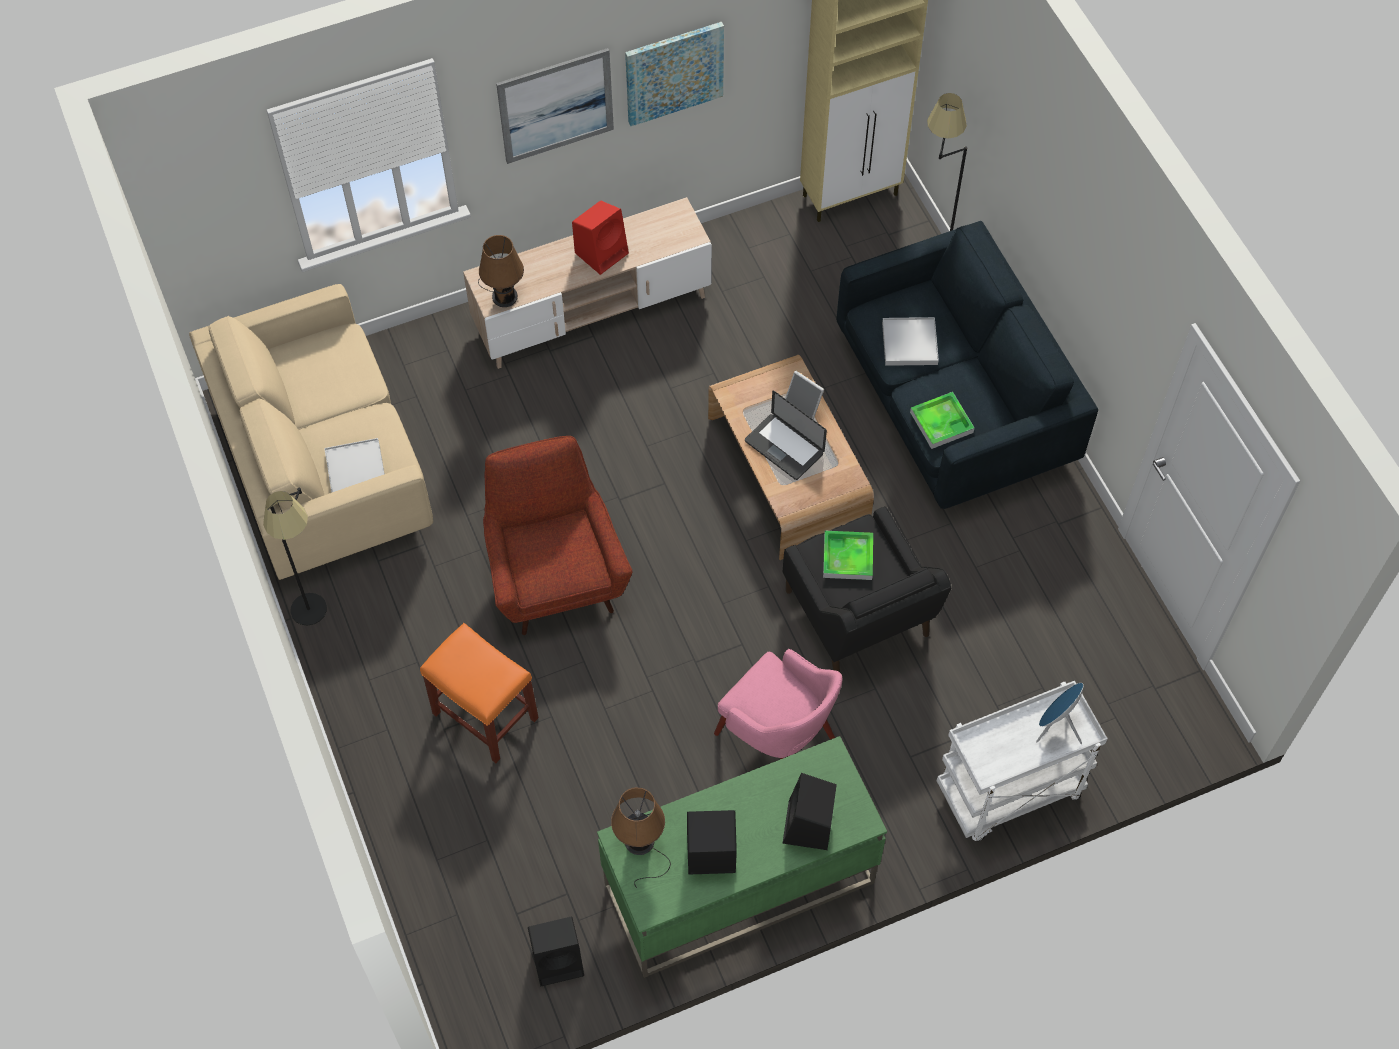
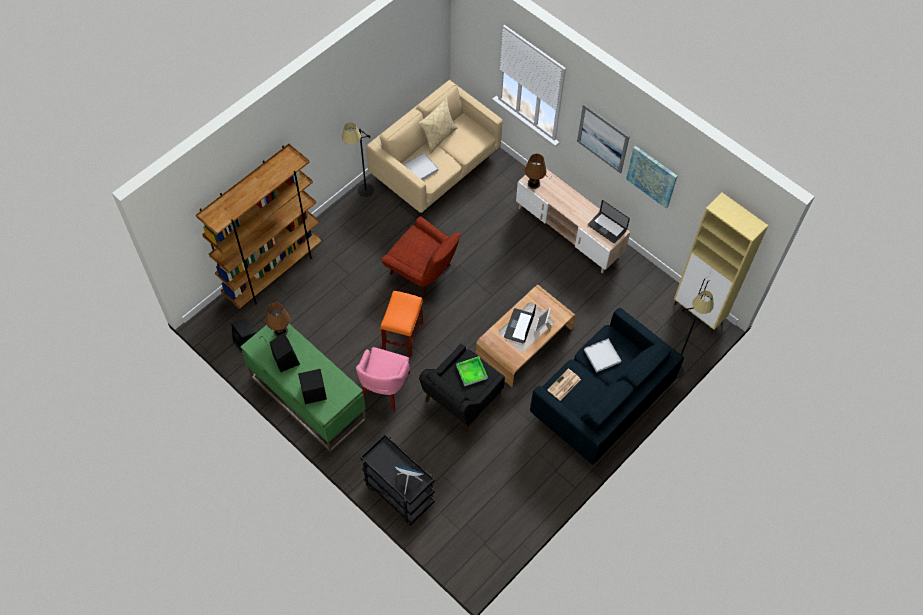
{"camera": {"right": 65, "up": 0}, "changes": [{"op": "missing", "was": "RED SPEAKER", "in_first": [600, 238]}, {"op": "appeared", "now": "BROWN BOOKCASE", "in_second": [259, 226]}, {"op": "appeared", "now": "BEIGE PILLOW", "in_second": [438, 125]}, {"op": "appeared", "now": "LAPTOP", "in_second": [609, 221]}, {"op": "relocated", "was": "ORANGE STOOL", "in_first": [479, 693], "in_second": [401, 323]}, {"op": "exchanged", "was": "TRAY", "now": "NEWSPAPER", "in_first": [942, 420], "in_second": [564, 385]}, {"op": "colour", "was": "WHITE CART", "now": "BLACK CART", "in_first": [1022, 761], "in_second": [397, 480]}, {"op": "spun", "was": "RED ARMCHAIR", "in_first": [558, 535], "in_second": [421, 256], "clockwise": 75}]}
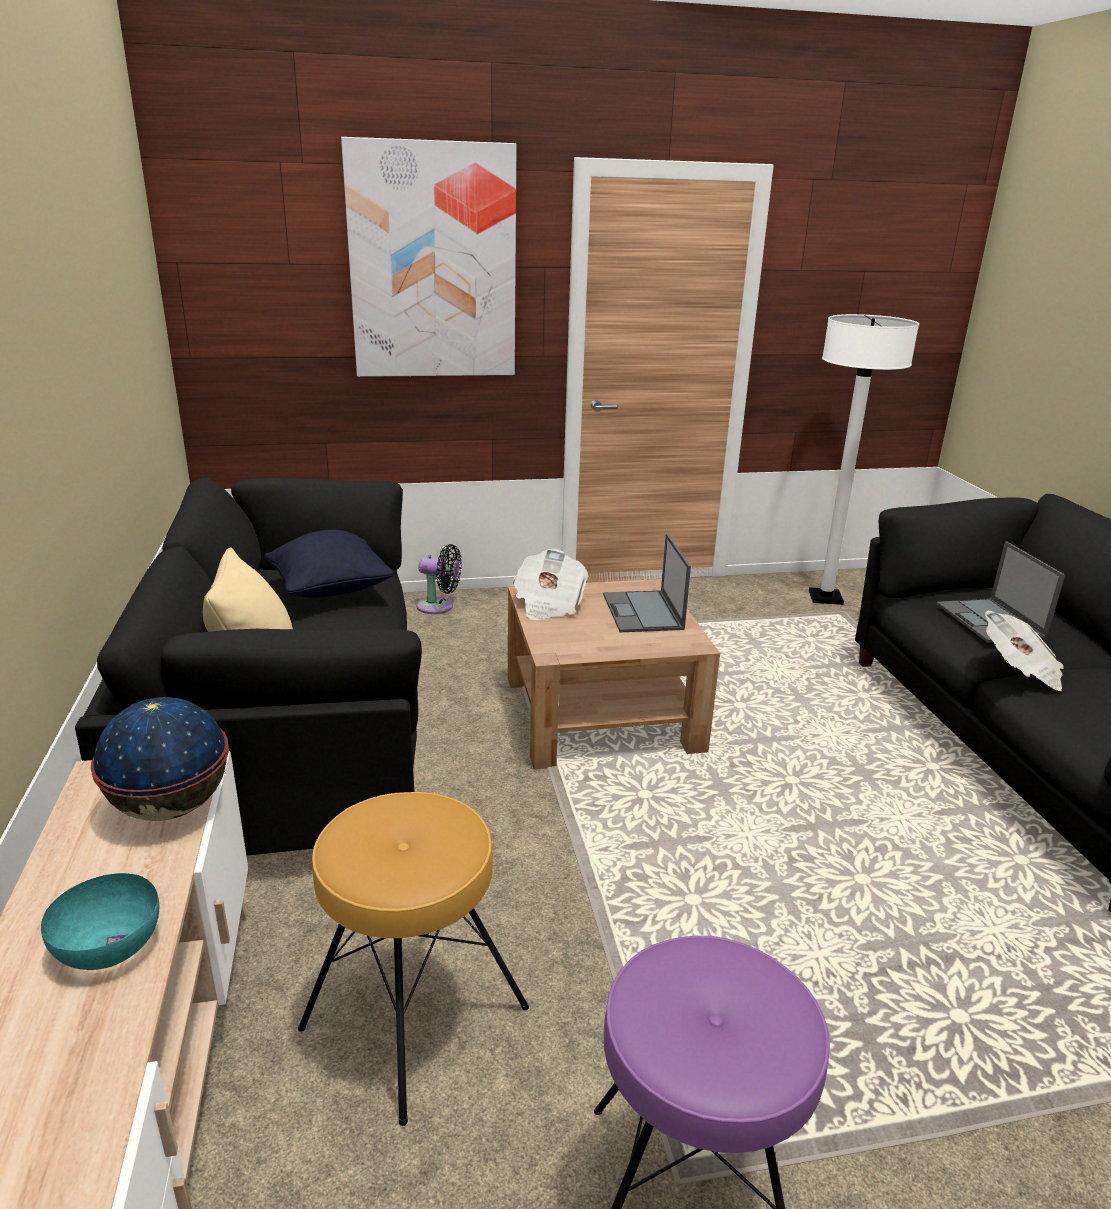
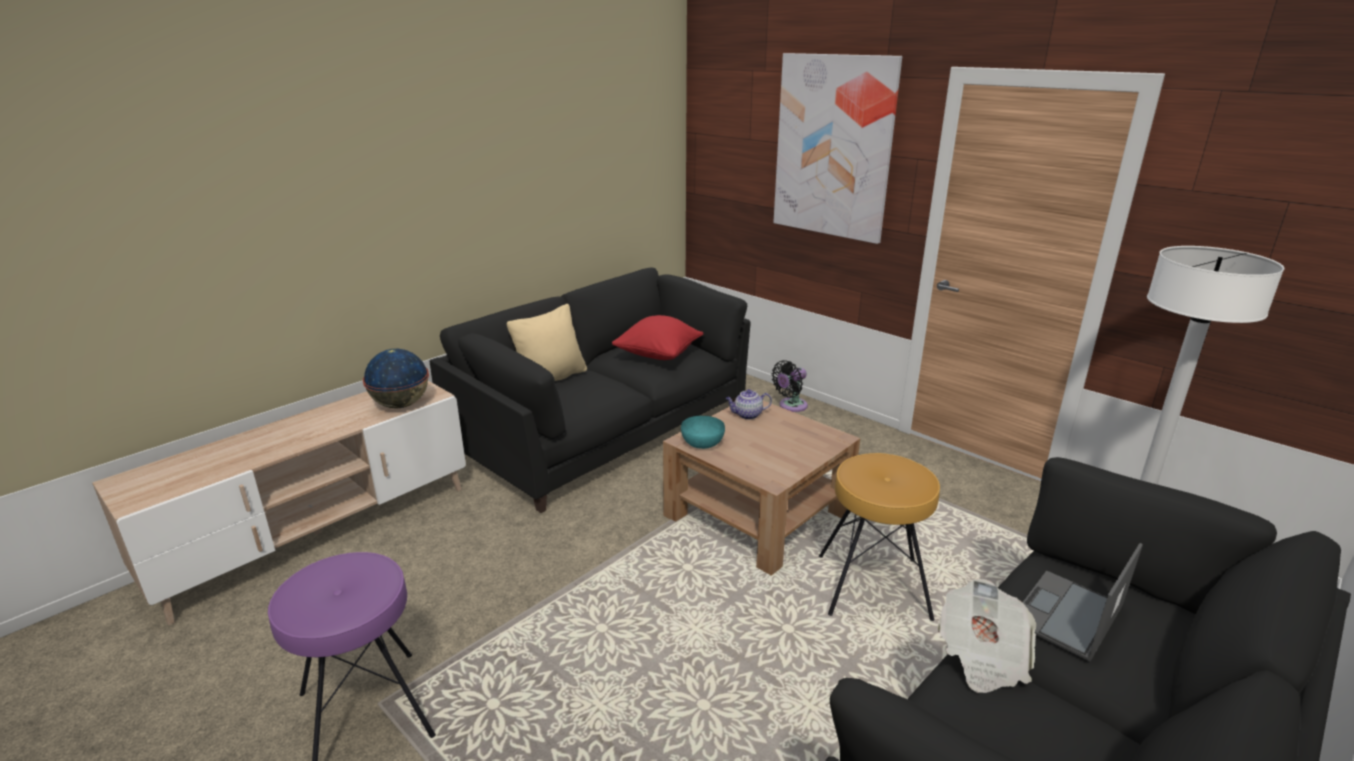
{"camera": {"right": 55, "up": 0}, "changes": [{"op": "missing", "was": "LAPTOP", "in_first": [647, 582]}, {"op": "relocated", "was": "TURQUOISE BOWL", "in_first": [100, 921], "in_second": [703, 432]}, {"op": "relocated", "was": "BROWN STOOL", "in_first": [413, 959], "in_second": [879, 537]}, {"op": "exchanged", "was": "NEWSPAPER", "now": "TEAPOT", "in_first": [550, 584], "in_second": [748, 404]}, {"op": "colour", "was": "BLACK PILLOW", "now": "RED PILLOW", "in_first": [329, 564], "in_second": [657, 337]}, {"op": "spun", "was": "BLACK FAN", "in_first": [439, 579], "in_second": [789, 386], "clockwise": 75}]}
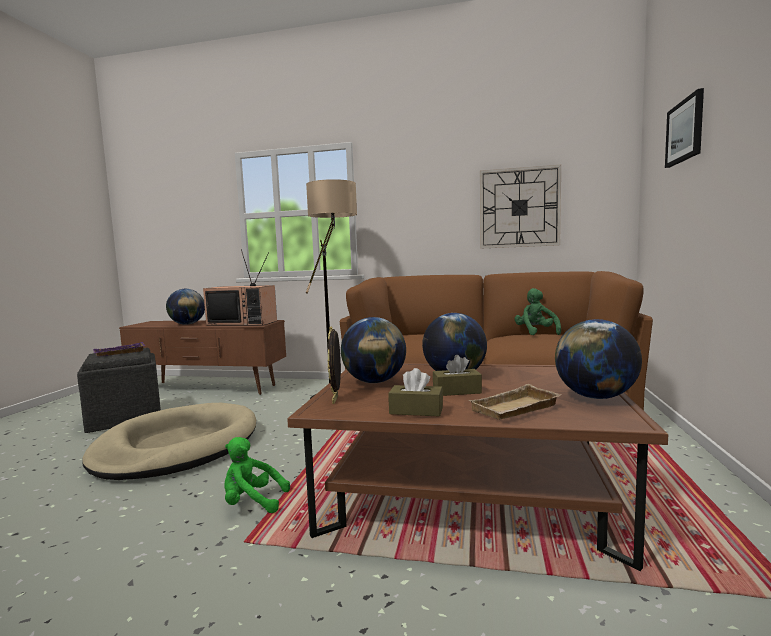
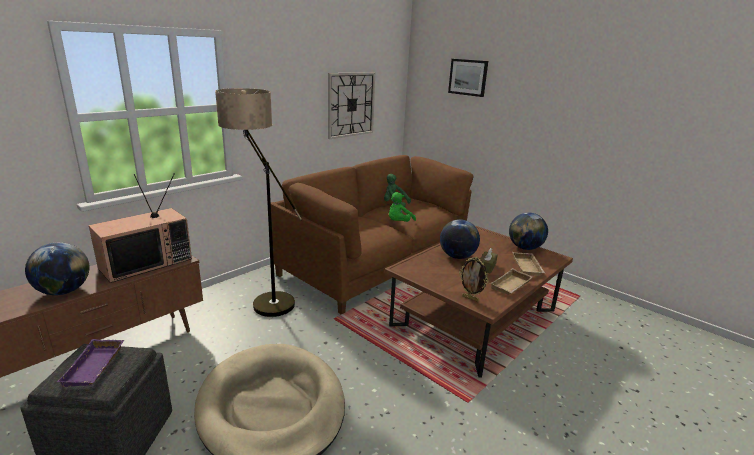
{"camera": {"right": -60, "up": 15}, "changes": [{"op": "missing", "was": "GLOBE", "in_first": [373, 350]}, {"op": "relocated", "was": "GREEN PLUSH TOY", "in_first": [257, 475], "in_second": [402, 207]}, {"op": "exchanged", "was": "BROWN TISSUE BOX", "now": "BEIGE TRAY", "in_first": [415, 392], "in_second": [511, 281]}]}
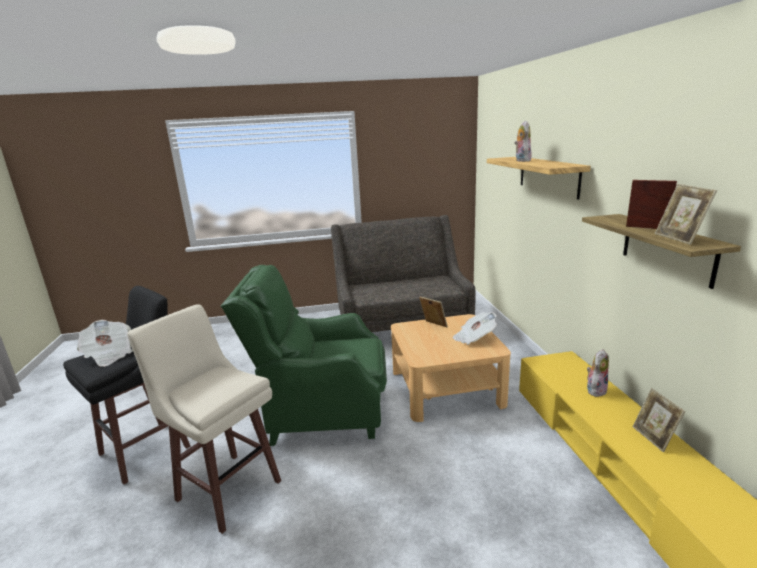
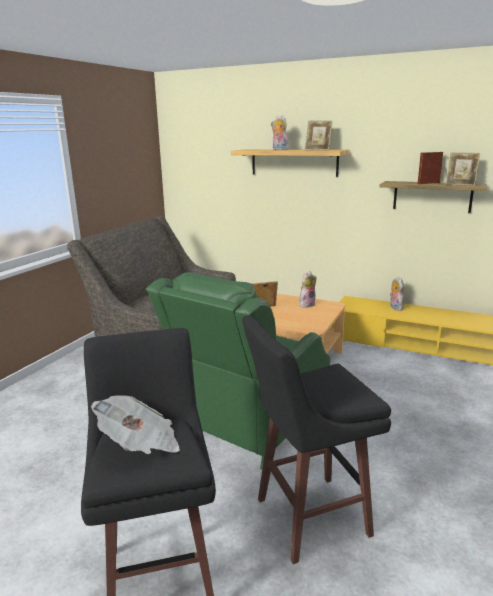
{"camera": {"right": -55, "up": 0}, "changes": [{"op": "relocated", "was": "PICTURE FRAME", "in_first": [658, 420], "in_second": [319, 135]}, {"op": "exchanged", "was": "NEWSPAPER", "now": "PLUSH TOY", "in_first": [475, 328], "in_second": [308, 289]}, {"op": "colour", "was": "BEIGE STOOL", "now": "BLACK STOOL", "in_first": [204, 419], "in_second": [316, 439]}]}
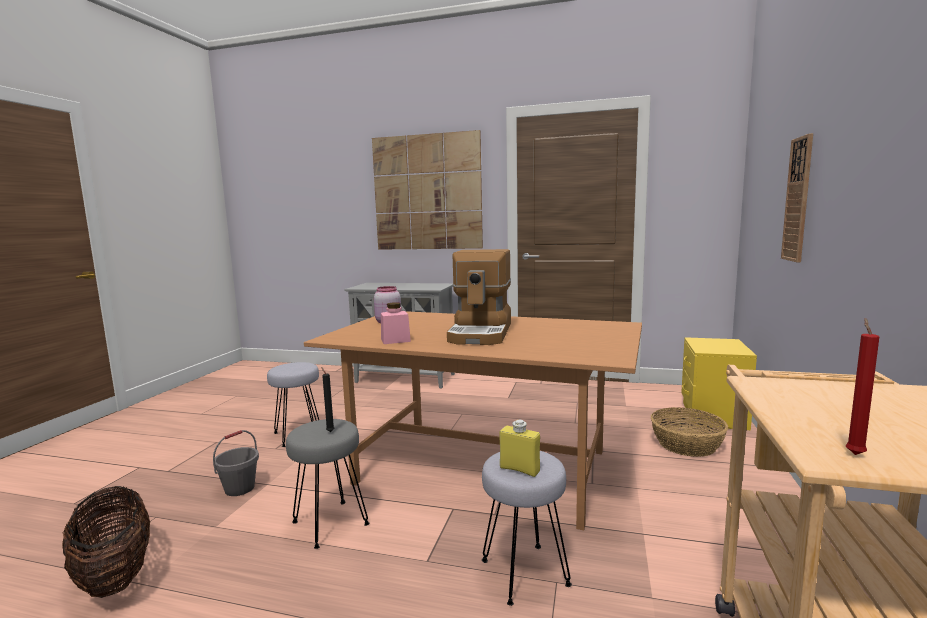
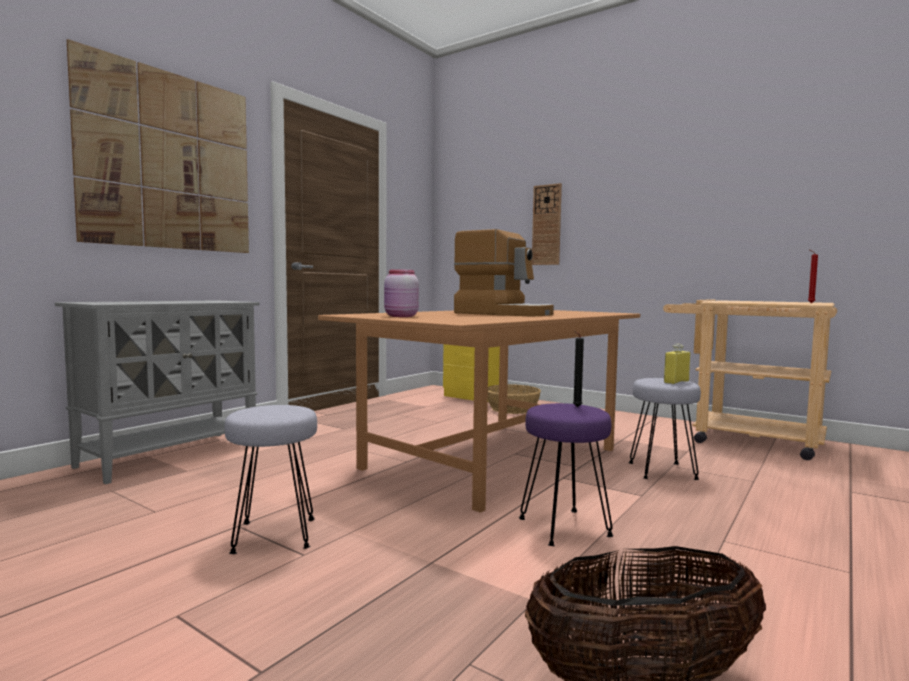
{"camera": {"right": -70, "up": -5}, "changes": [{"op": "missing", "was": "GREY BUCKET", "in_first": [236, 463]}, {"op": "missing", "was": "PINK JAR", "in_first": [396, 323]}, {"op": "colour", "was": "GREY STOOL", "now": "PURPLE STOOL", "in_first": [328, 484], "in_second": [566, 474]}]}
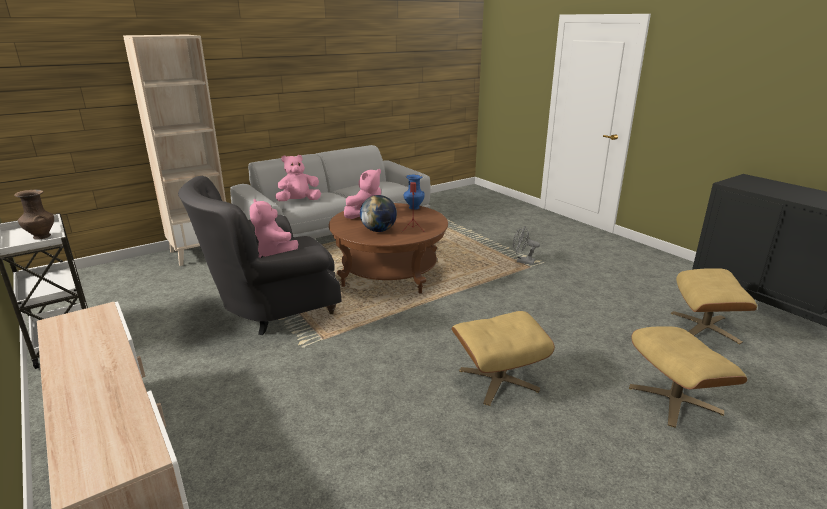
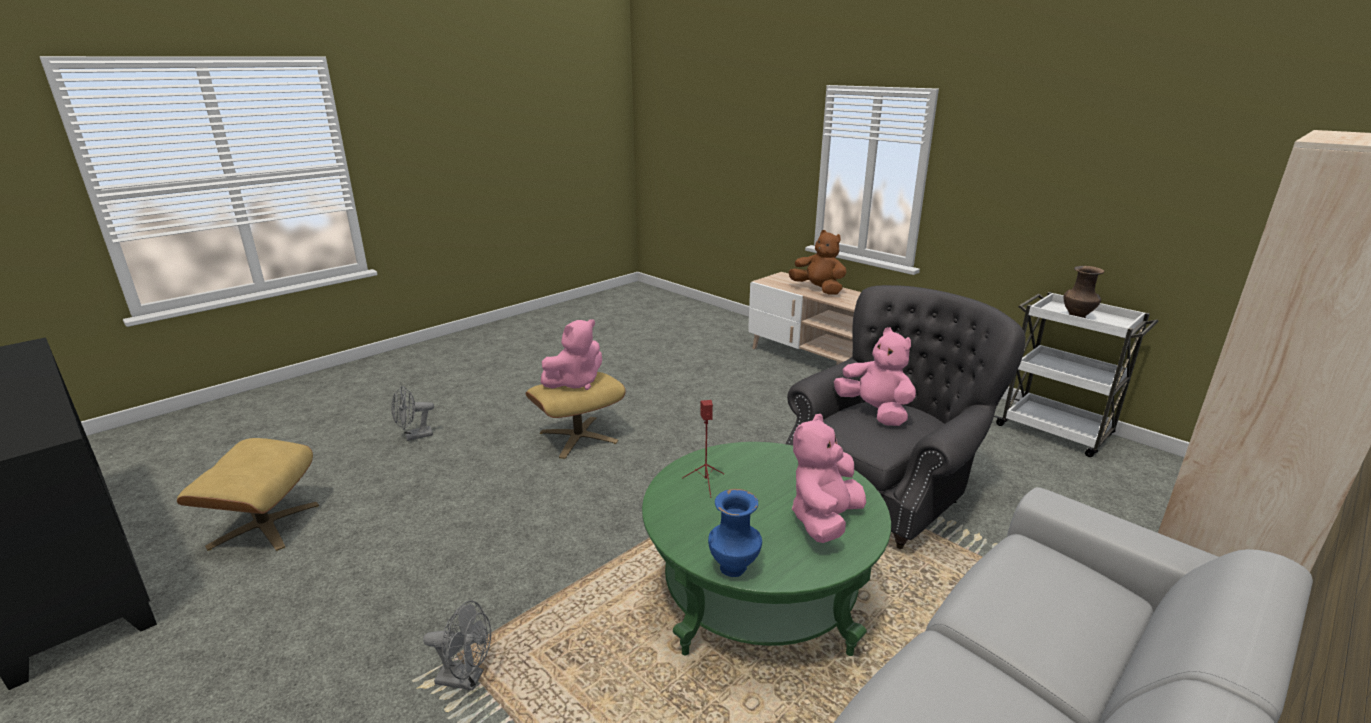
{"camera": {"right": 170, "up": 0}, "changes": [{"op": "missing", "was": "GLOBE", "in_first": [378, 213]}, {"op": "appeared", "now": "BROWN PLUSH TOY", "in_second": [817, 262]}, {"op": "relocated", "was": "PINK PLUSH TOY", "in_first": [298, 178], "in_second": [571, 354]}, {"op": "exchanged", "was": "BEIGE OTTOMAN", "now": "GREY FAN", "in_first": [688, 377], "in_second": [412, 413]}, {"op": "colour", "was": "BROWN COFFEE TABLE", "now": "GREEN COFFEE TABLE", "in_first": [388, 248], "in_second": [766, 549]}]}
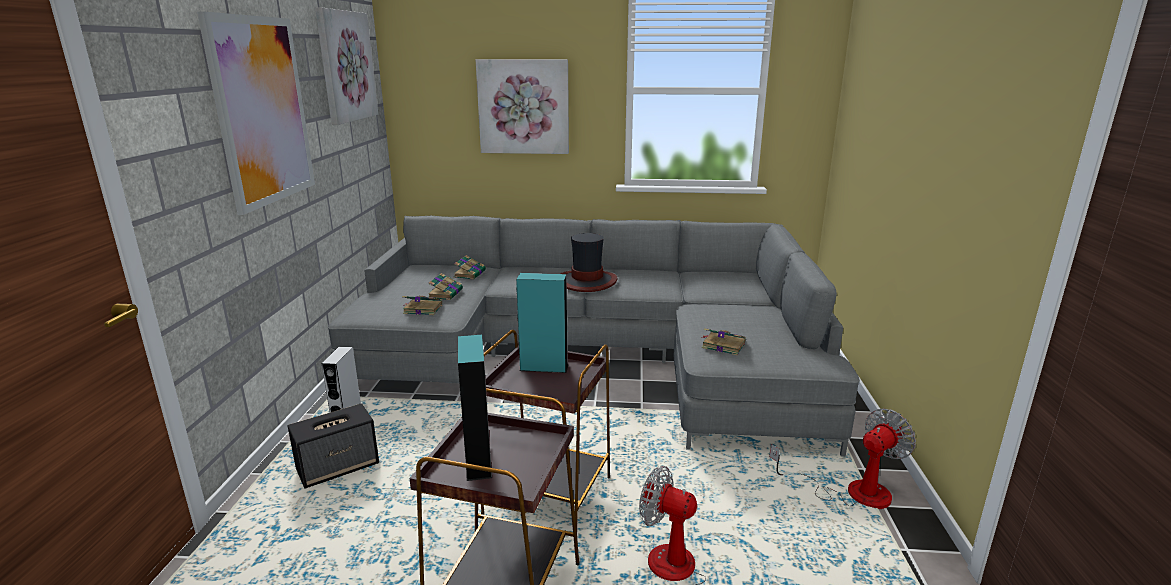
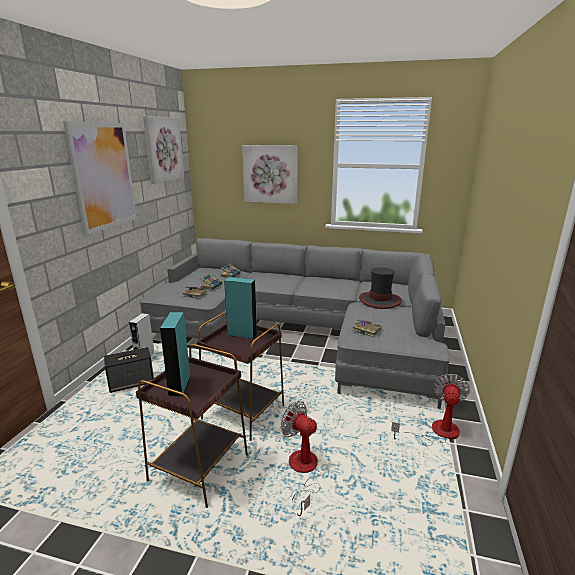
{"camera": {"right": 10, "up": 0}, "changes": [{"op": "relocated", "was": "HAT", "in_first": [589, 262], "in_second": [380, 288]}, {"op": "spun", "was": "FAN", "in_first": [842, 459], "in_second": [430, 410], "clockwise": -45}]}
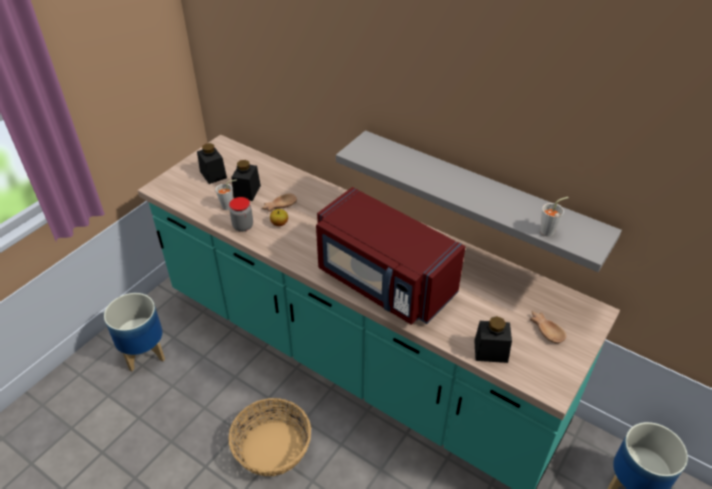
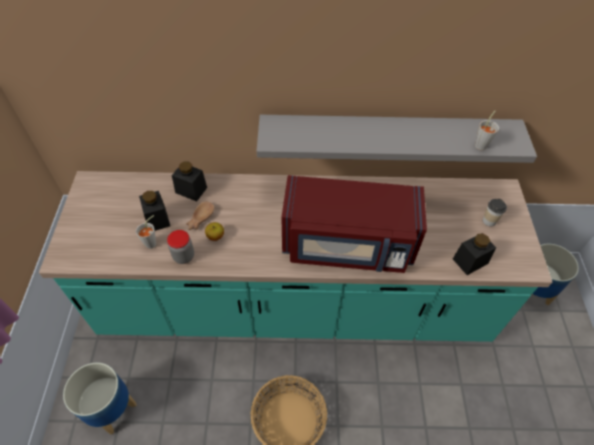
{"camera": {"right": -35, "up": 10}, "changes": [{"op": "relocated", "was": "BLACK JAR", "in_first": [212, 163], "in_second": [189, 181]}, {"op": "exchanged", "was": "BROWN BOWL", "now": "CUP", "in_first": [548, 327], "in_second": [495, 212]}]}
